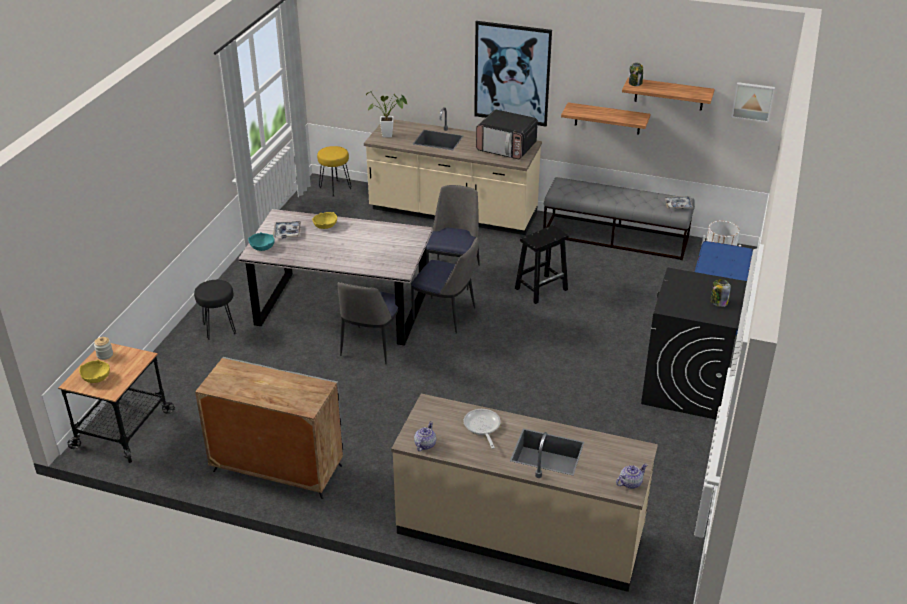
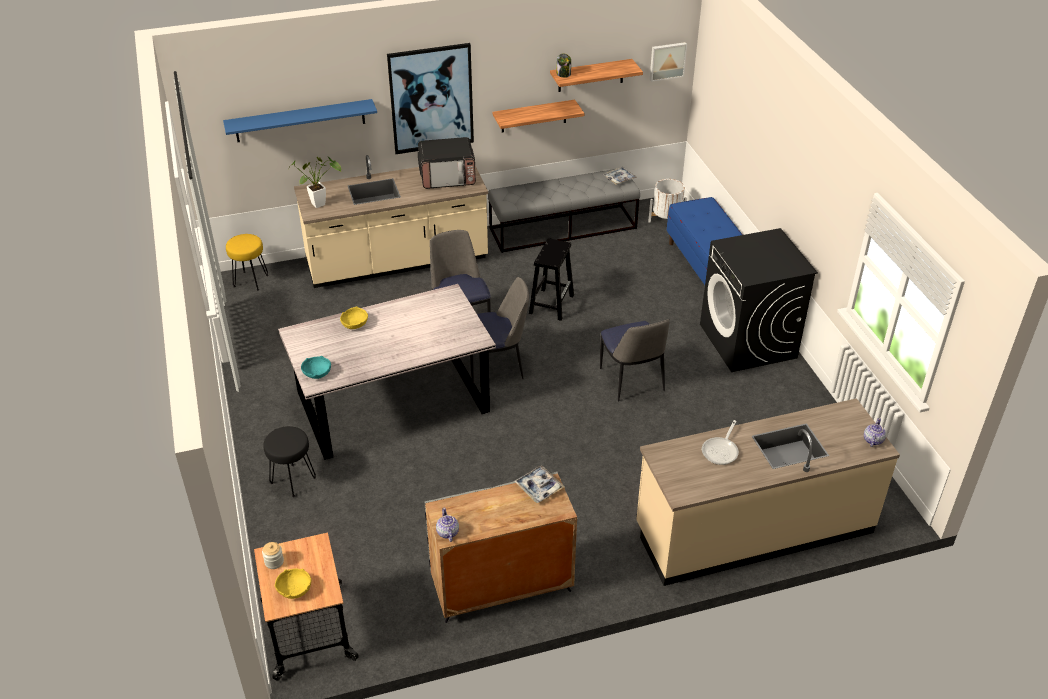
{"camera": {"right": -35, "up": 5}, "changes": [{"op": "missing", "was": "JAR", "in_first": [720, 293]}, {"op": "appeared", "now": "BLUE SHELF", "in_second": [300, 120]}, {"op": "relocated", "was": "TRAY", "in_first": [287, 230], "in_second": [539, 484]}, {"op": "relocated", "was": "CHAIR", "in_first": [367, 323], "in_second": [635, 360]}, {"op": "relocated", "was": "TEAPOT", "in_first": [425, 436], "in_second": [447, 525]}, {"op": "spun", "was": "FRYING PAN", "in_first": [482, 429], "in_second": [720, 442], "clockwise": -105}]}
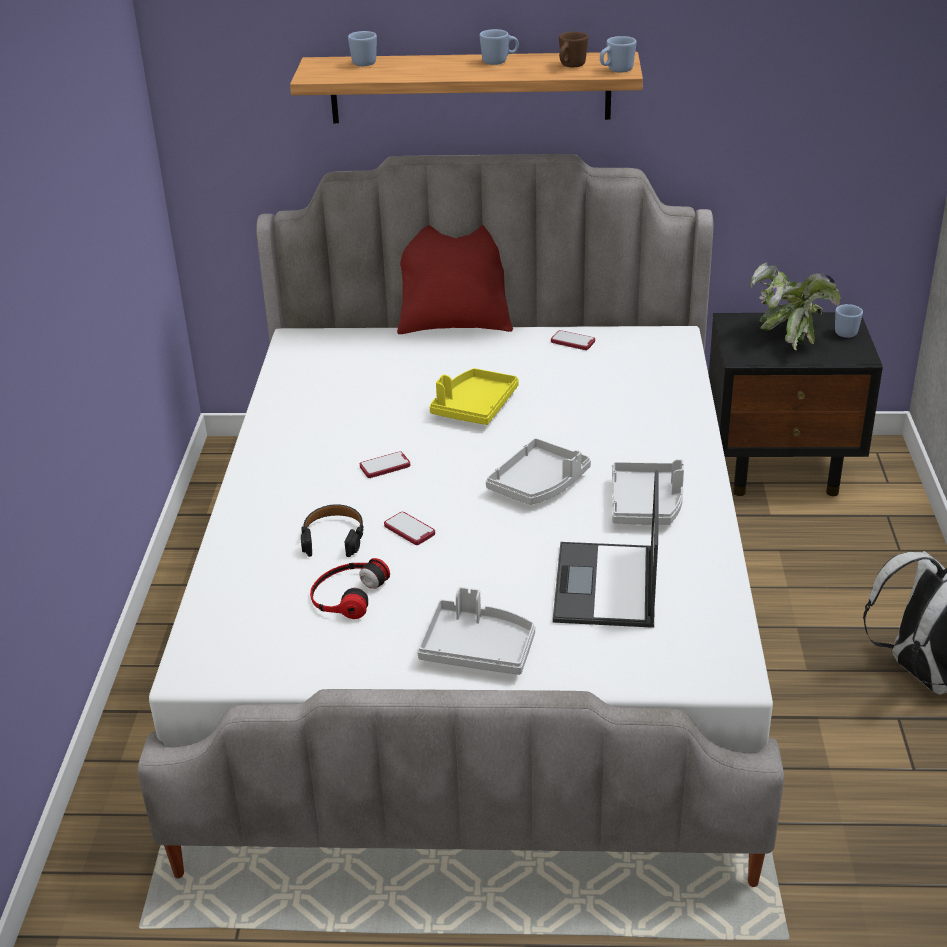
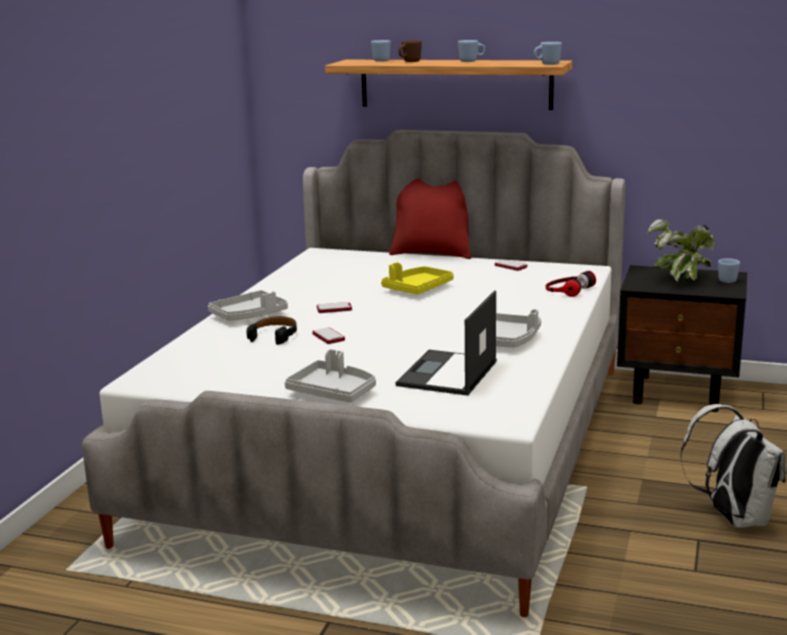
{"camera": {"right": 15, "up": -15}, "changes": [{"op": "relocated", "was": "HEADPHONES", "in_first": [350, 588], "in_second": [571, 284]}, {"op": "relocated", "was": "GREY TRAY", "in_first": [538, 471], "in_second": [248, 305]}, {"op": "relocated", "was": "BROWN MUG", "in_first": [573, 49], "in_second": [410, 51]}]}
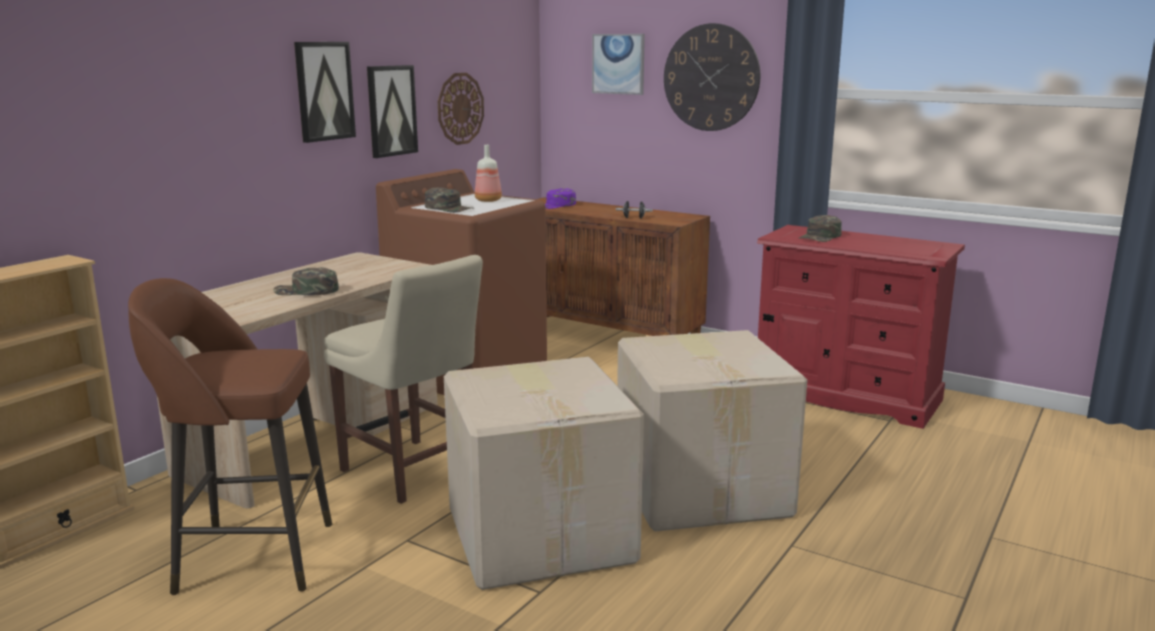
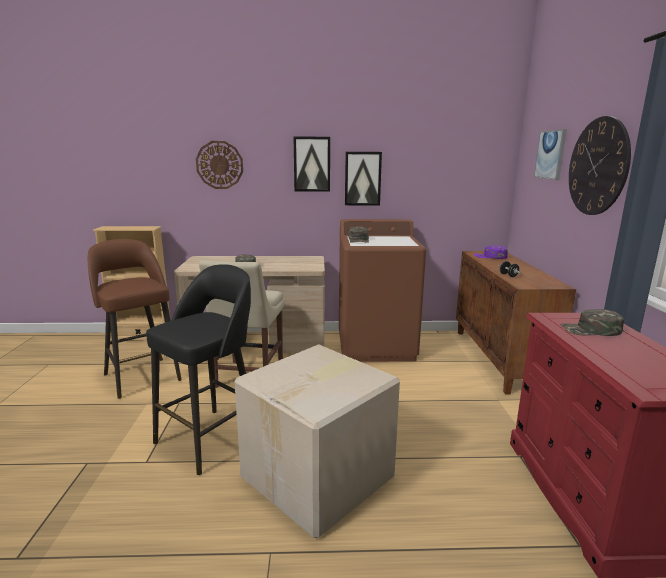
{"camera": {"right": 55, "up": 0}, "changes": [{"op": "missing", "was": "BOTTLE", "in_first": [488, 173]}, {"op": "relocated", "was": "WALL CLOCK", "in_first": [461, 109], "in_second": [219, 165]}, {"op": "exchanged", "was": "CARDBOARD BOX", "now": "BLACK STOOL", "in_first": [544, 473], "in_second": [198, 369]}]}
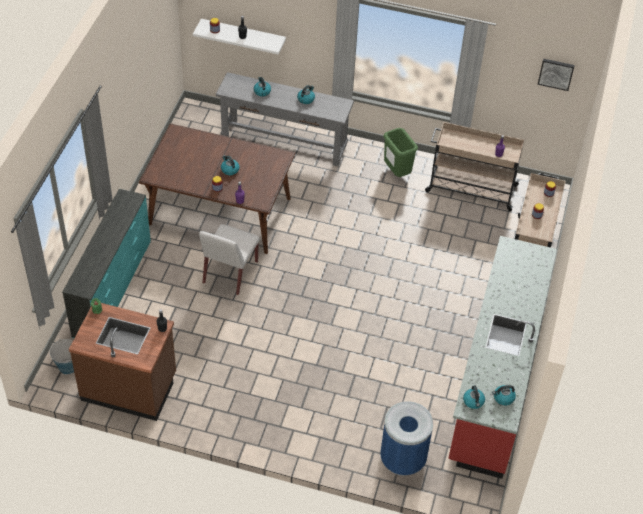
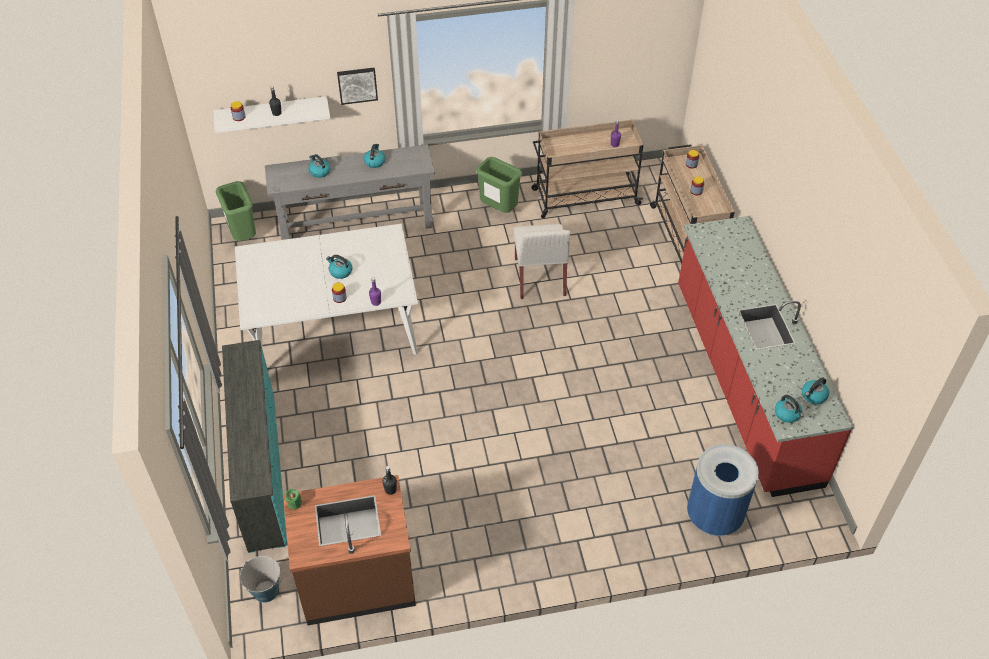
{"camera": {"right": -25, "up": 0}, "changes": [{"op": "appeared", "now": "GREEN TRASH CAN", "in_second": [236, 211]}, {"op": "relocated", "was": "WHITE CHAIR", "in_first": [229, 259], "in_second": [542, 261]}, {"op": "relocated", "was": "PICTURE", "in_first": [556, 75], "in_second": [357, 86]}, {"op": "colour", "was": "BROWN DINING TABLE", "now": "WHITE DINING TABLE", "in_first": [217, 188], "in_second": [326, 289]}]}
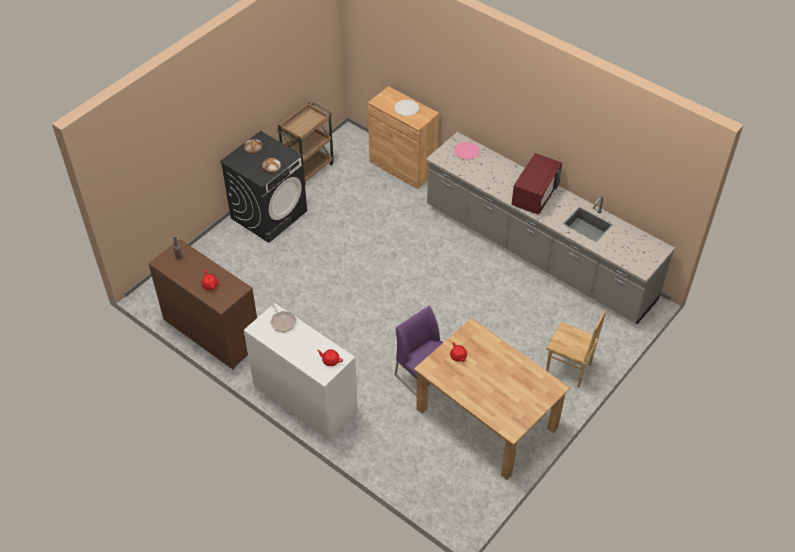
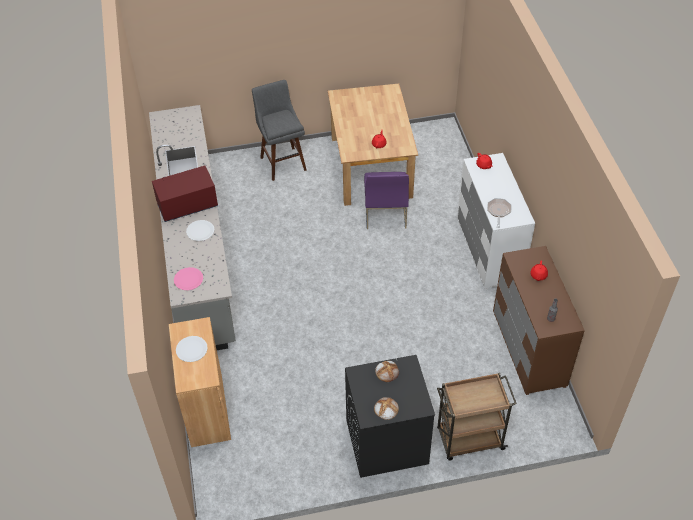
{"camera": {"right": -140, "up": 0}, "changes": [{"op": "appeared", "now": "WHITE PLATE", "in_second": [200, 230]}, {"op": "relocated", "was": "BROWN CART", "in_first": [305, 143], "in_second": [477, 417]}, {"op": "exchanged", "was": "BROWN CHAIR", "now": "GREY STOOL", "in_first": [576, 348], "in_second": [279, 130]}]}
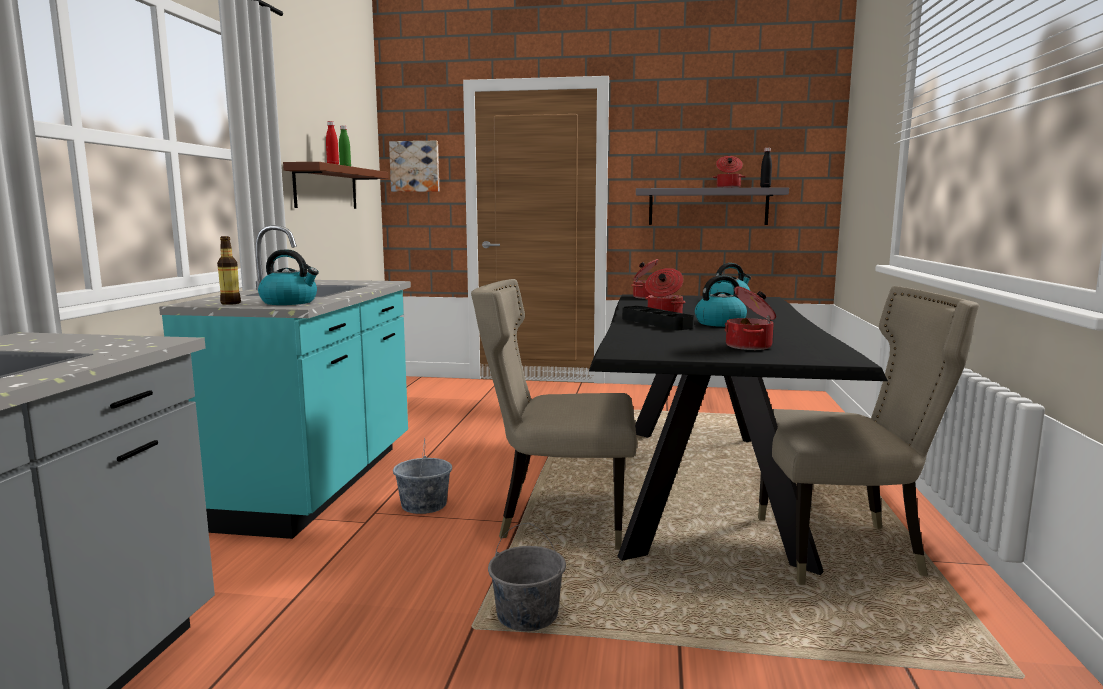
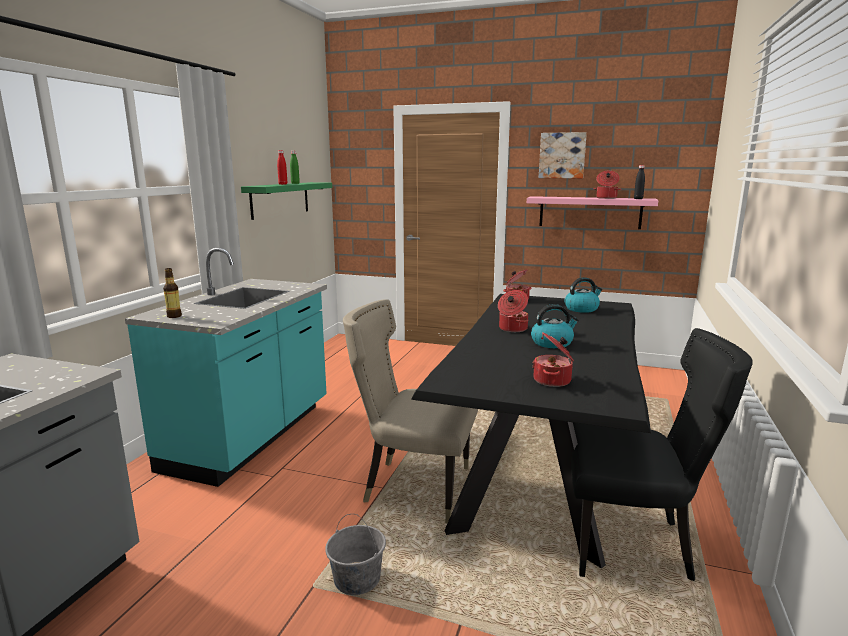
{"camera": {"right": 10, "up": 5}, "changes": [{"op": "missing", "was": "KETTLE", "in_first": [288, 277]}, {"op": "missing", "was": "GREY BUCKET", "in_first": [422, 476]}, {"op": "missing", "was": "BLACK TRAY", "in_first": [658, 318]}, {"op": "relocated", "was": "PICTURE", "in_first": [414, 166], "in_second": [563, 155]}, {"op": "colour", "was": "BROWN SHELF", "now": "GREEN SHELF", "in_first": [336, 185], "in_second": [286, 201]}, {"op": "colour", "was": "GREY SHELF", "now": "PINK SHELF", "in_first": [712, 206], "in_second": [592, 212]}, {"op": "colour", "was": "BEIGE CHAIR", "now": "BLACK CHAIR", "in_first": [868, 435], "in_second": [662, 454]}]}
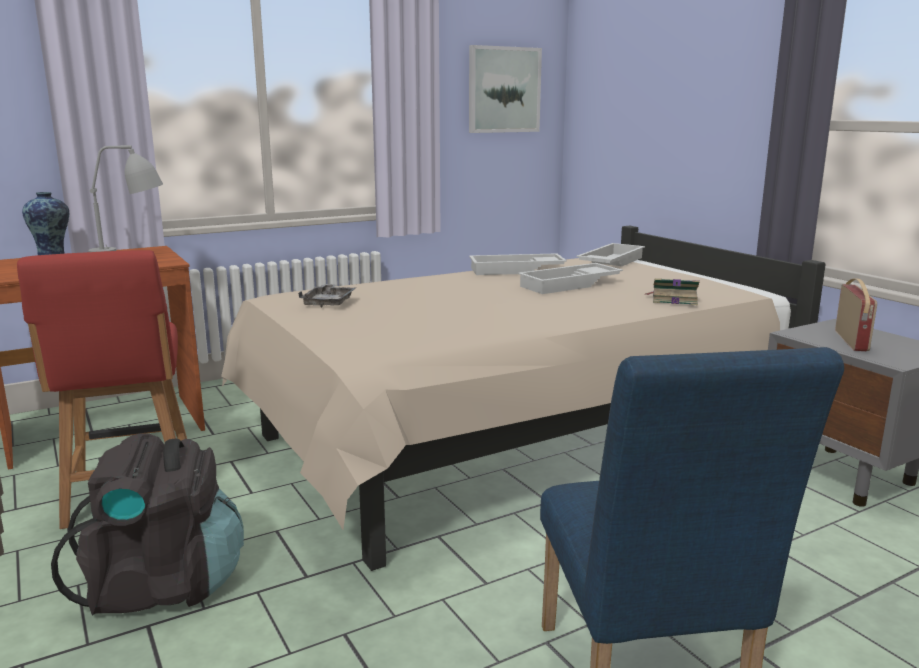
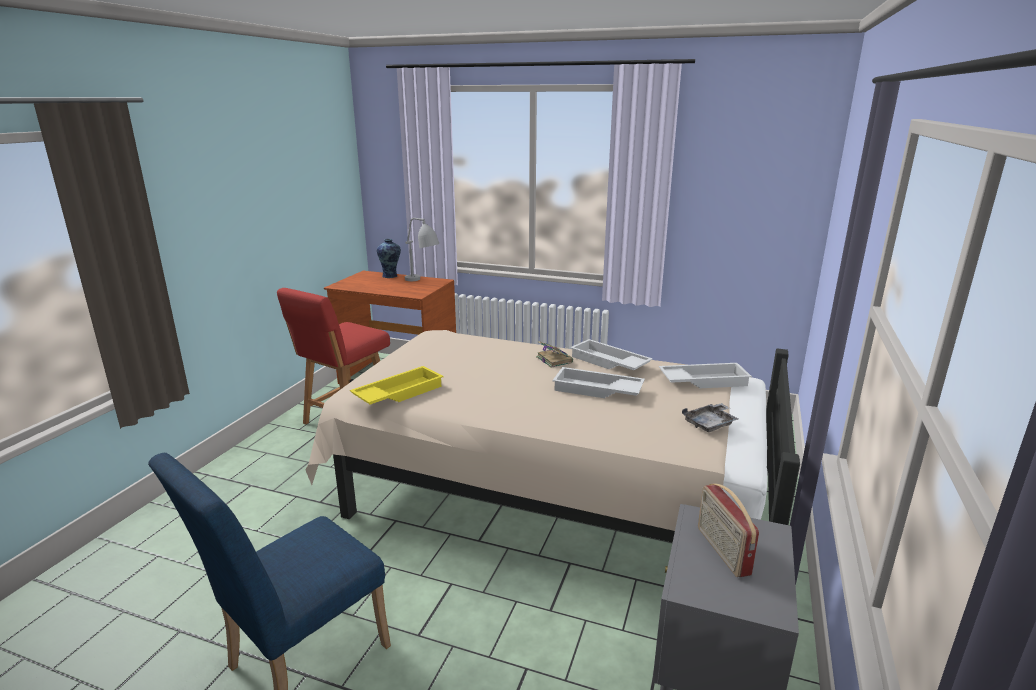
{"camera": {"right": 50, "up": 5}, "changes": [{"op": "missing", "was": "BLACK BACKPACK", "in_first": [147, 524]}, {"op": "missing", "was": "PICTURE", "in_first": [505, 89]}, {"op": "appeared", "now": "YELLOW TRAY", "in_second": [397, 385]}, {"op": "relocated", "was": "GREY TRAY", "in_first": [327, 295], "in_second": [710, 417]}, {"op": "relocated", "was": "BOOK", "in_first": [672, 291], "in_second": [554, 354]}, {"op": "spun", "was": "RADIO", "in_first": [856, 314], "in_second": [728, 530], "clockwise": 105}]}
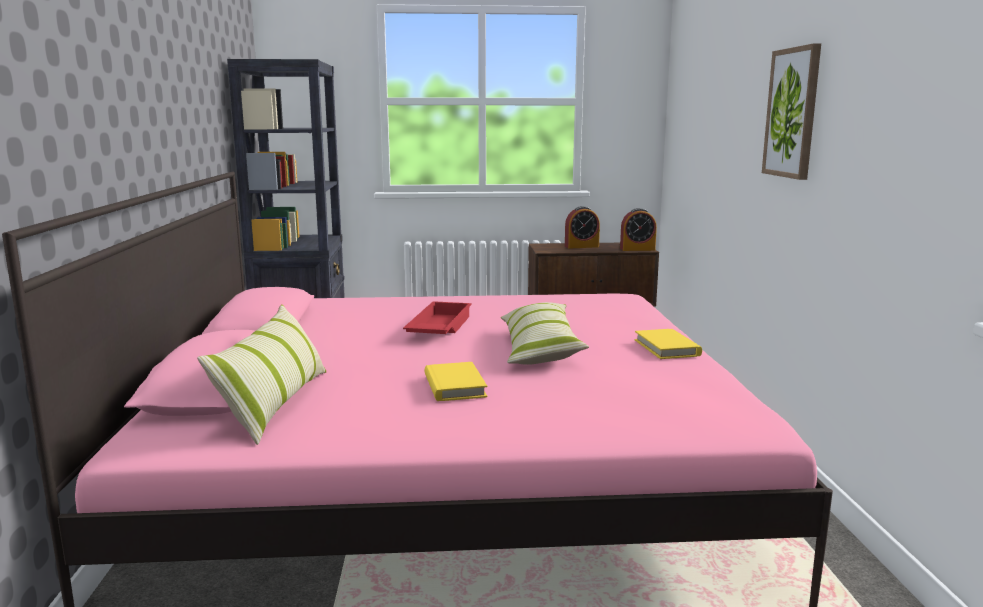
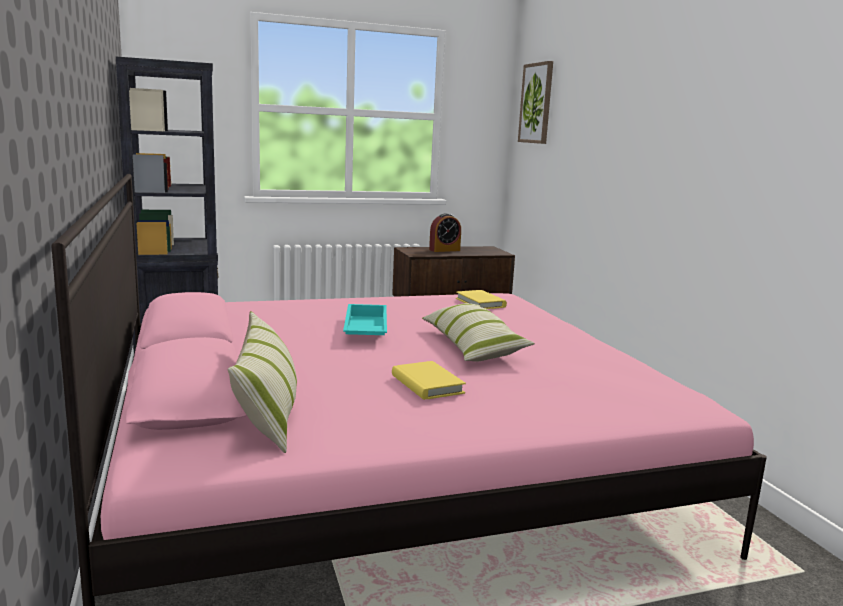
{"camera": {"right": -15, "up": 0}, "changes": [{"op": "missing", "was": "ALARM CLOCK", "in_first": [638, 229]}, {"op": "relocated", "was": "YELLOW BOOK", "in_first": [668, 344], "in_second": [481, 299]}, {"op": "relocated", "was": "PICTURE", "in_first": [791, 111], "in_second": [535, 102]}, {"op": "colour", "was": "RED TRAY", "now": "TURQUOISE TRAY", "in_first": [437, 317], "in_second": [365, 319]}]}
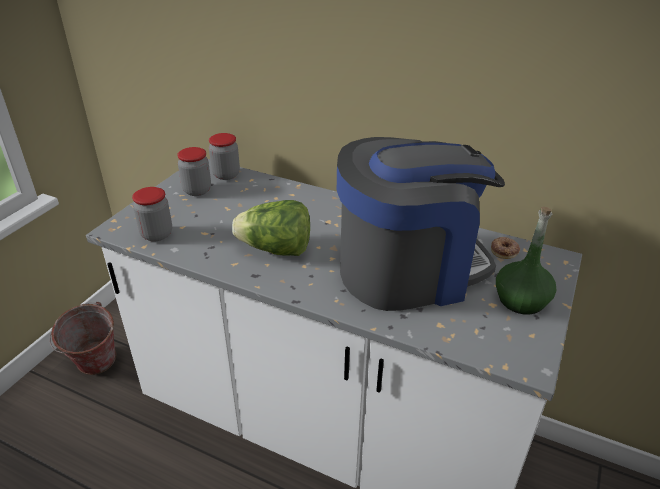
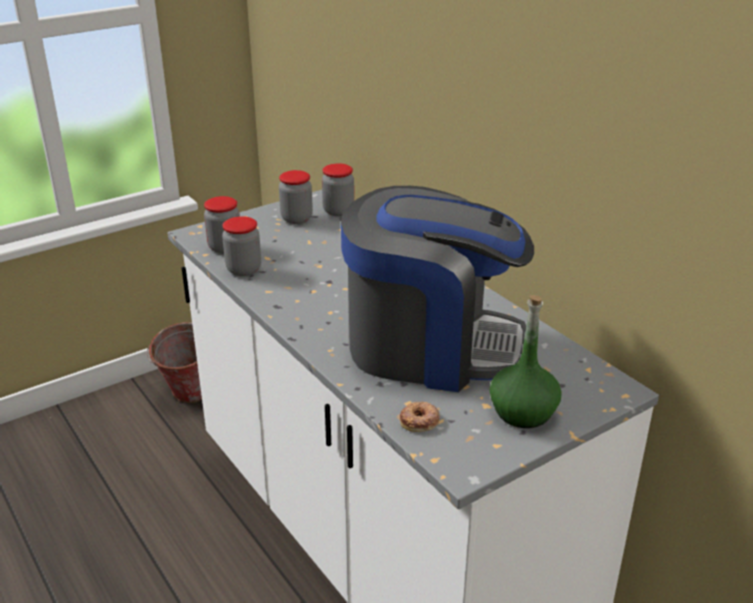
{"camera": {"right": 30, "up": -5}, "changes": [{"op": "missing", "was": "LETTUCE", "in_first": [271, 228]}, {"op": "appeared", "now": "JAR", "in_second": [241, 246]}, {"op": "relocated", "was": "DONUT", "in_first": [505, 248], "in_second": [420, 417]}]}
